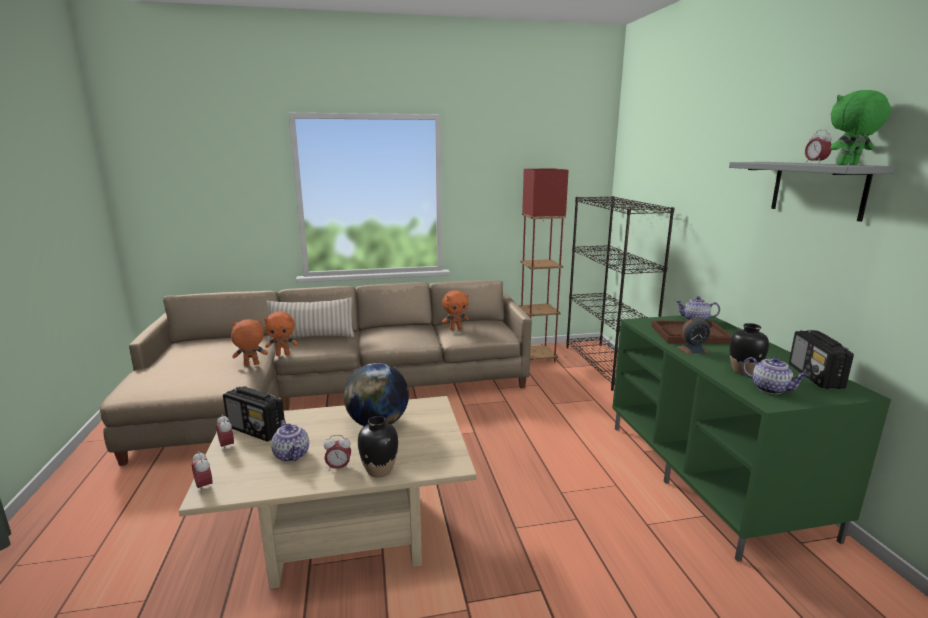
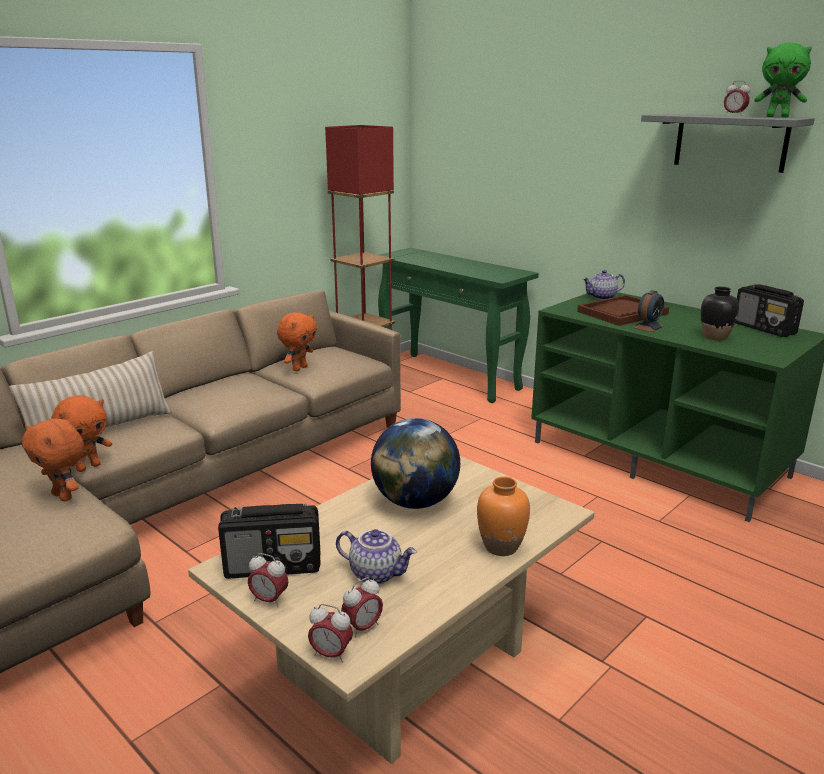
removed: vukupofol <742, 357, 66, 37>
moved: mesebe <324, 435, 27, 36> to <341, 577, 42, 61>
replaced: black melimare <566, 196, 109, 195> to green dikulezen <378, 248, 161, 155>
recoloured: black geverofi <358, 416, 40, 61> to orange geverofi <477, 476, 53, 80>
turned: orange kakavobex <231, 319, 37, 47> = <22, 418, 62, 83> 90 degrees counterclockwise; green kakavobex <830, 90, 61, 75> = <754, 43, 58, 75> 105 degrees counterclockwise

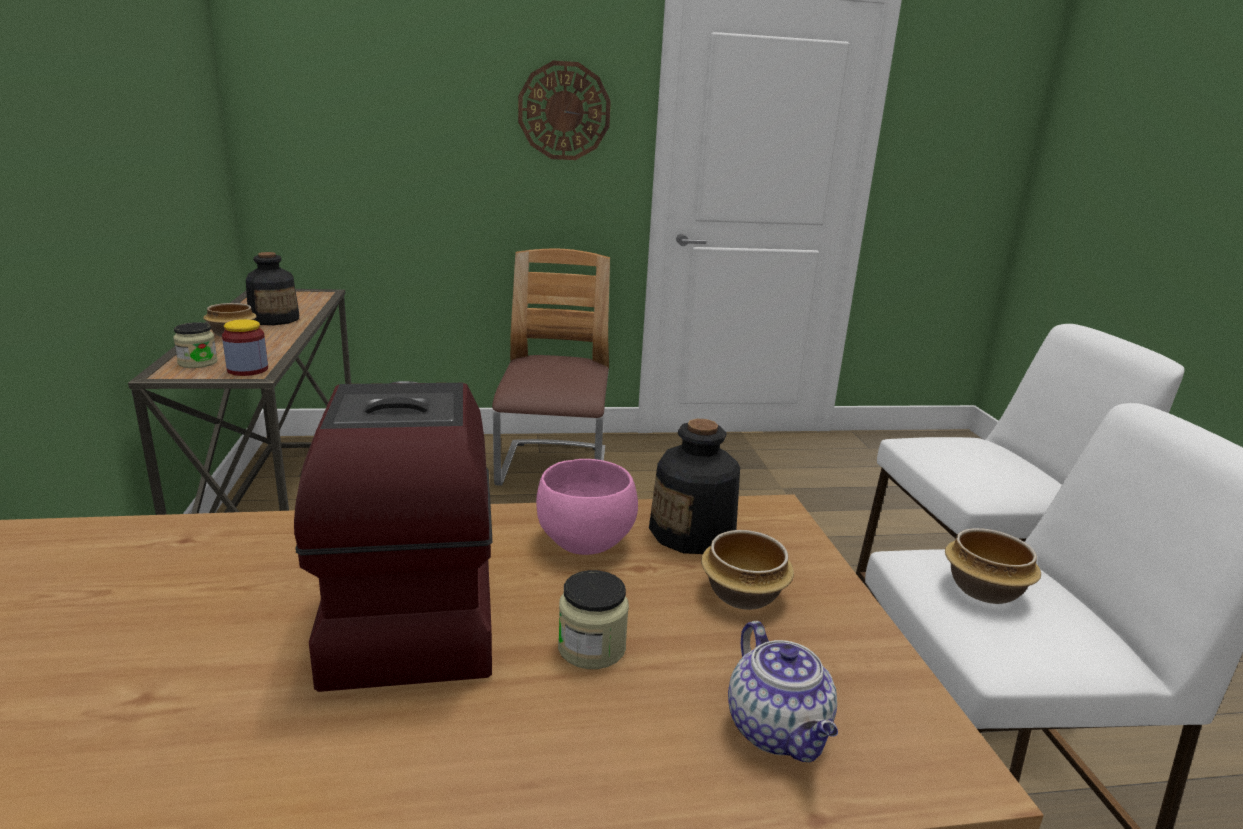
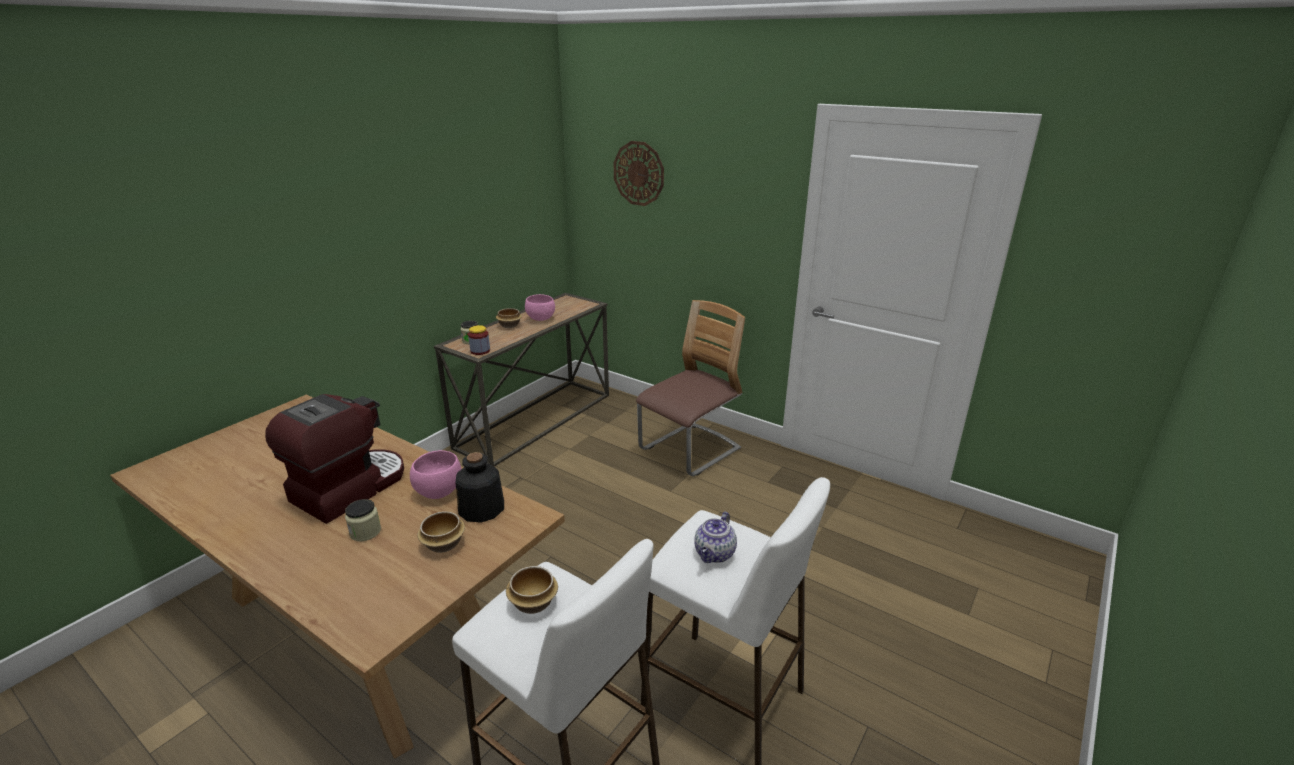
moved: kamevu <518, 60, 93, 100> to <614, 141, 50, 65>; vukupofol <728, 621, 110, 141> to <694, 512, 43, 51>
replaced: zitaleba <246, 252, 53, 73> to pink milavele <525, 294, 30, 27>

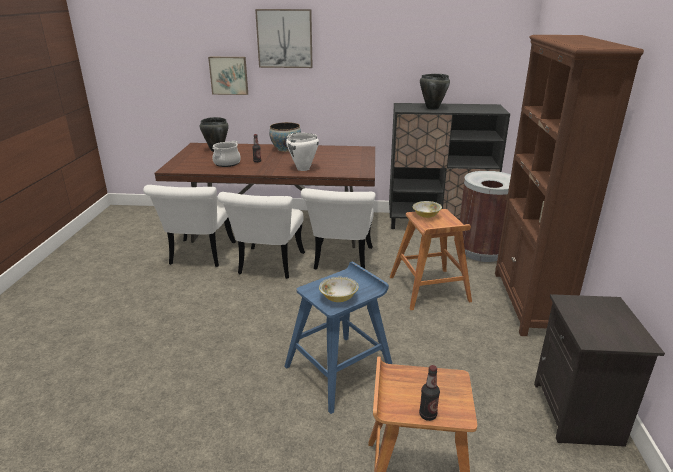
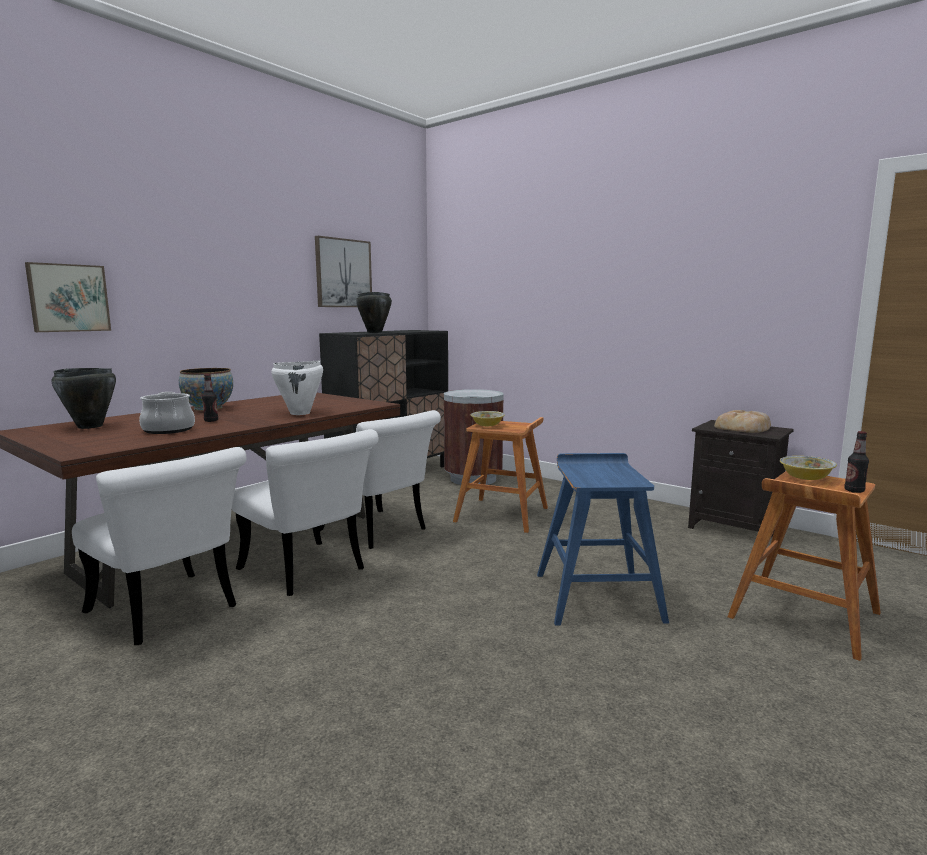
removed: brown melimare <495, 35, 149, 301>
added: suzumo <714, 410, 57, 23>
moved: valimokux <255, 9, 58, 59> to <315, 236, 57, 71>; milavele <319, 277, 40, 25> to <780, 456, 57, 24>

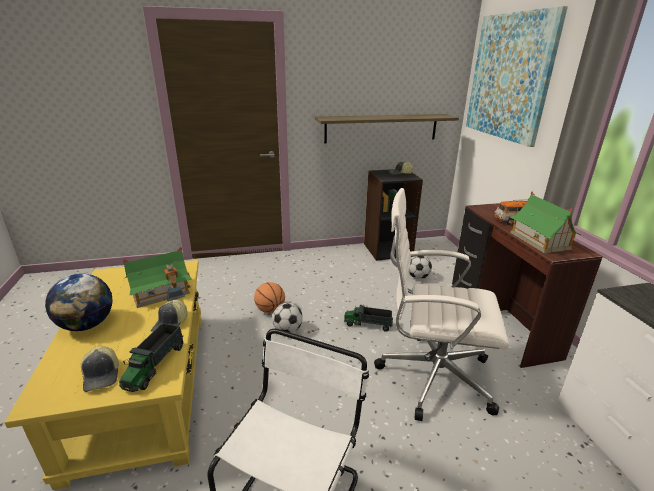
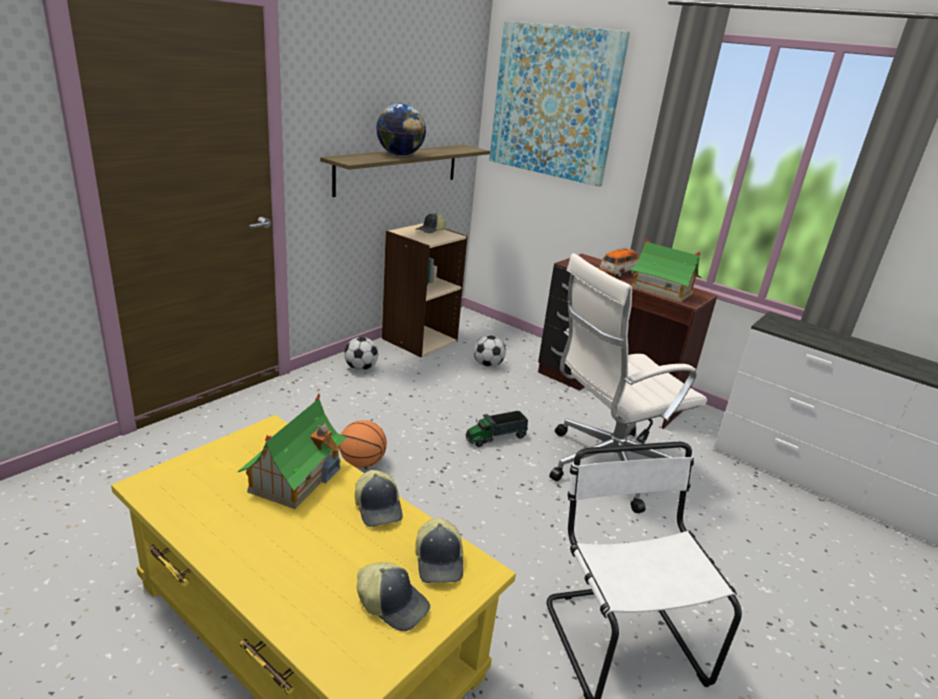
moved: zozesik <45, 273, 68, 58> to <376, 104, 50, 52>; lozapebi <272, 303, 31, 30> to <344, 337, 34, 34>
replaced: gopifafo <119, 323, 64, 69> to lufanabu <415, 518, 48, 65>
recoloured: black melimare <364, 169, 59, 92> to beige melimare <382, 223, 86, 134>

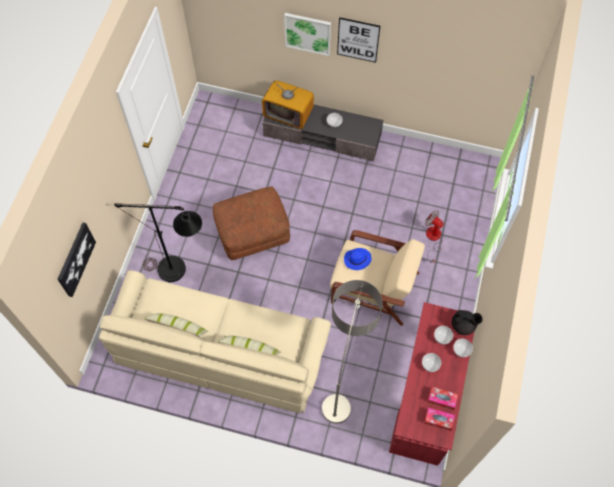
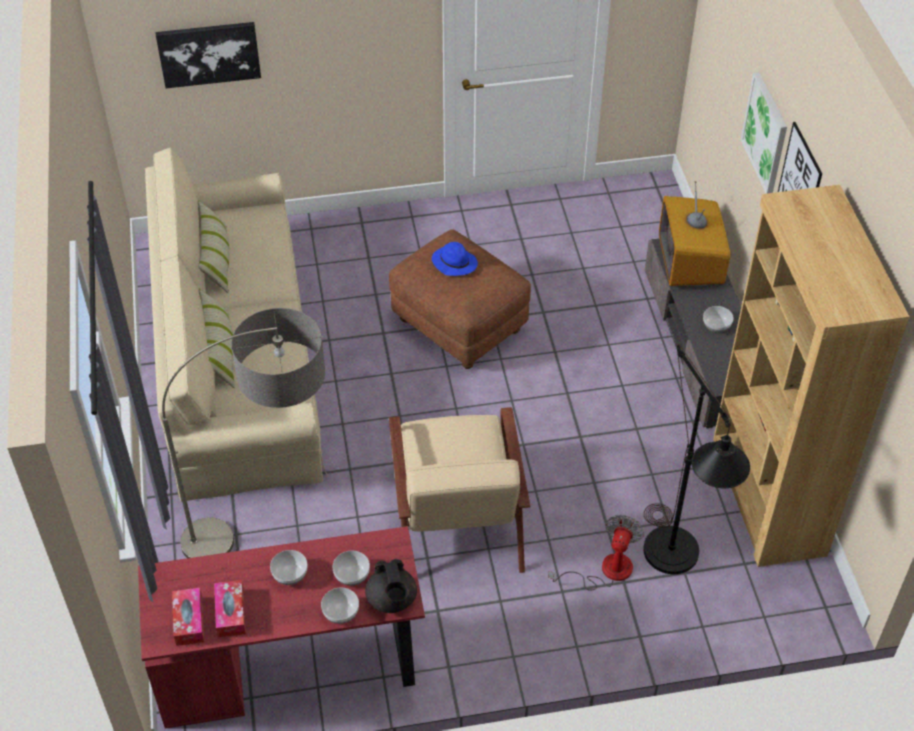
added: brown melimare <713, 185, 197, 382>
moved: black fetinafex <114, 203, 88, 79> to <643, 344, 107, 230>; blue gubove <344, 248, 28, 22> to <432, 242, 46, 34>

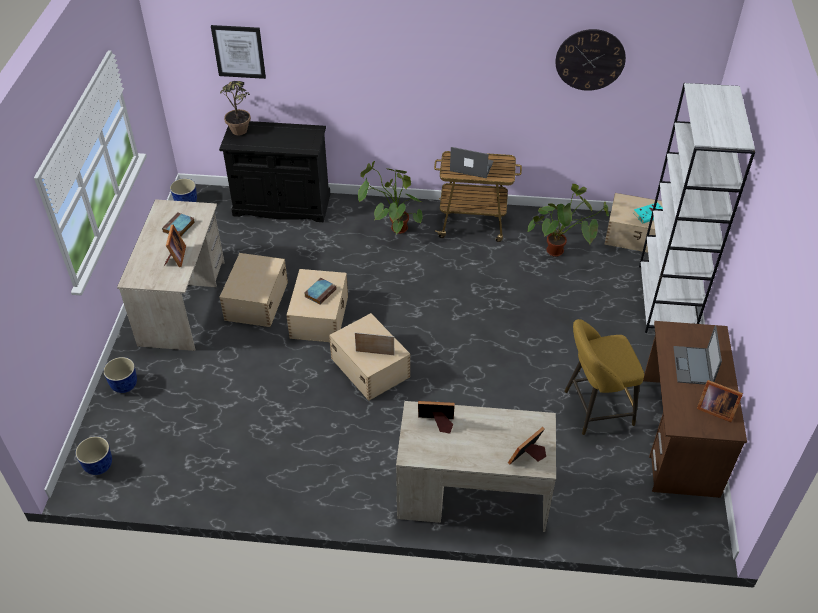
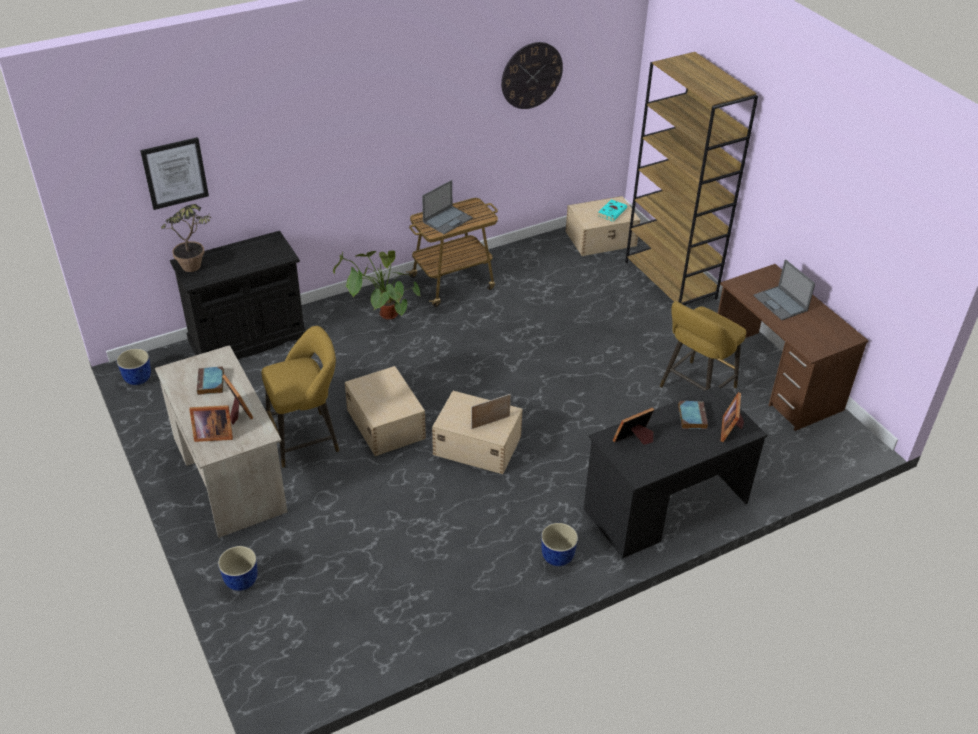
removed: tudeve <527, 184, 82, 73>
moved: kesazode <76, 436, 36, 39> to <541, 523, 37, 43>; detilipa <305, 278, 31, 27> to <678, 401, 30, 28>; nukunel <697, 380, 46, 42> to <189, 405, 44, 37>
replaced: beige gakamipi <219, 253, 69, 74> to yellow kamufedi <262, 326, 77, 142>
recoloured: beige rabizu <396, 401, 160, 131> to black rabizu <584, 386, 183, 172>; white melimare <639, 83, 116, 250> to brown melimare <625, 52, 133, 253>
turned: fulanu <450, 147, 44, 31> = <422, 180, 51, 54> 150 degrees clockwise

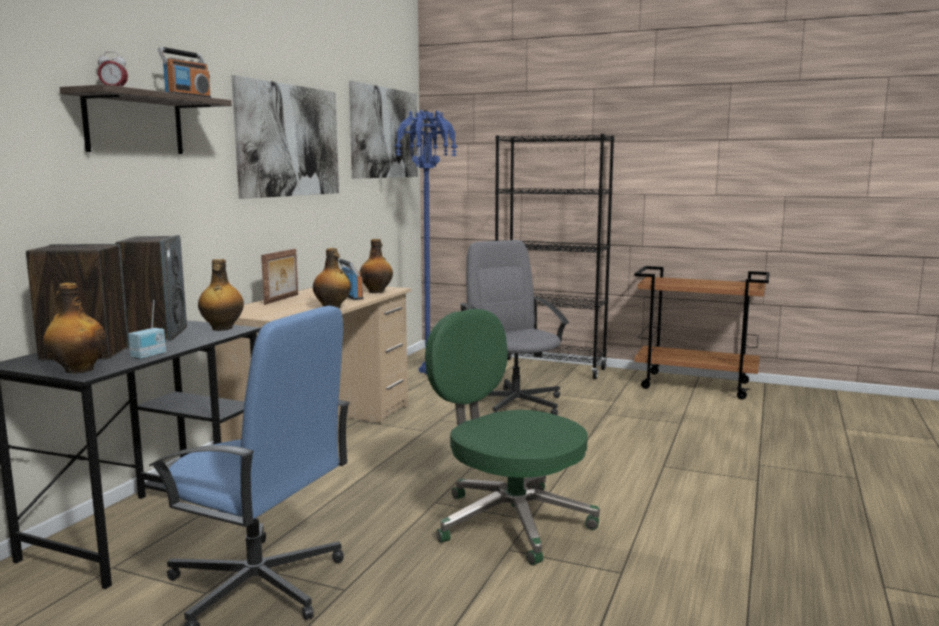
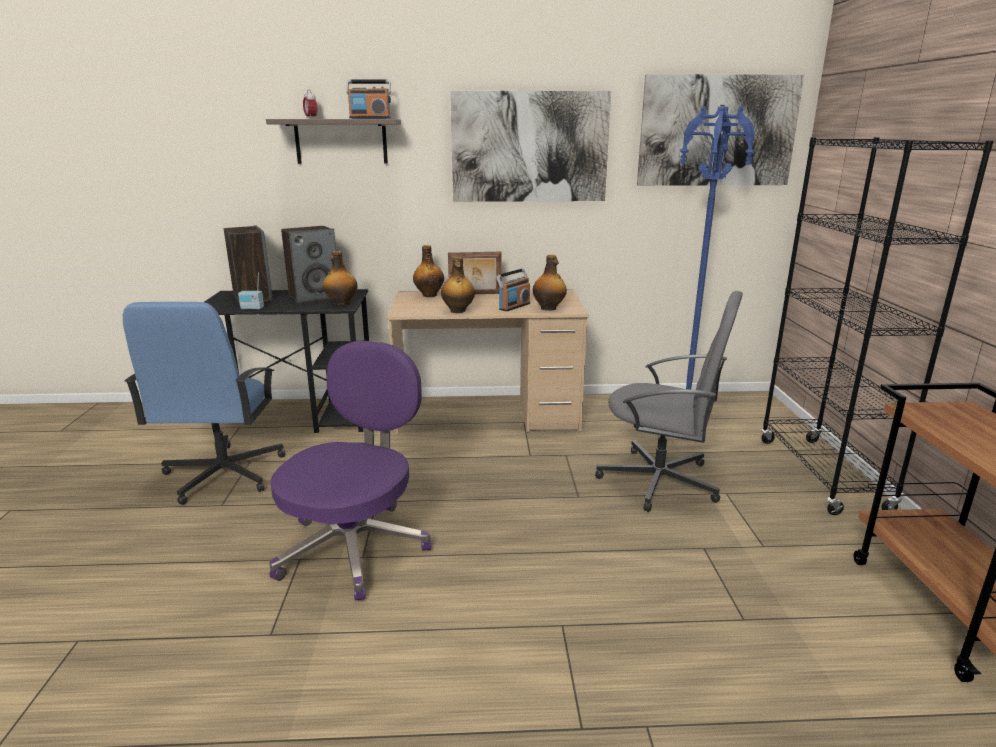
moved: zitaleba <43, 283, 64, 90> to <413, 245, 31, 52>
recoloured: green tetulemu <425, 309, 175, 256> to purple tetulemu <269, 341, 163, 260>
turned: grey tetulemu <460, 240, 109, 175> = <595, 291, 148, 221> 75 degrees clockwise

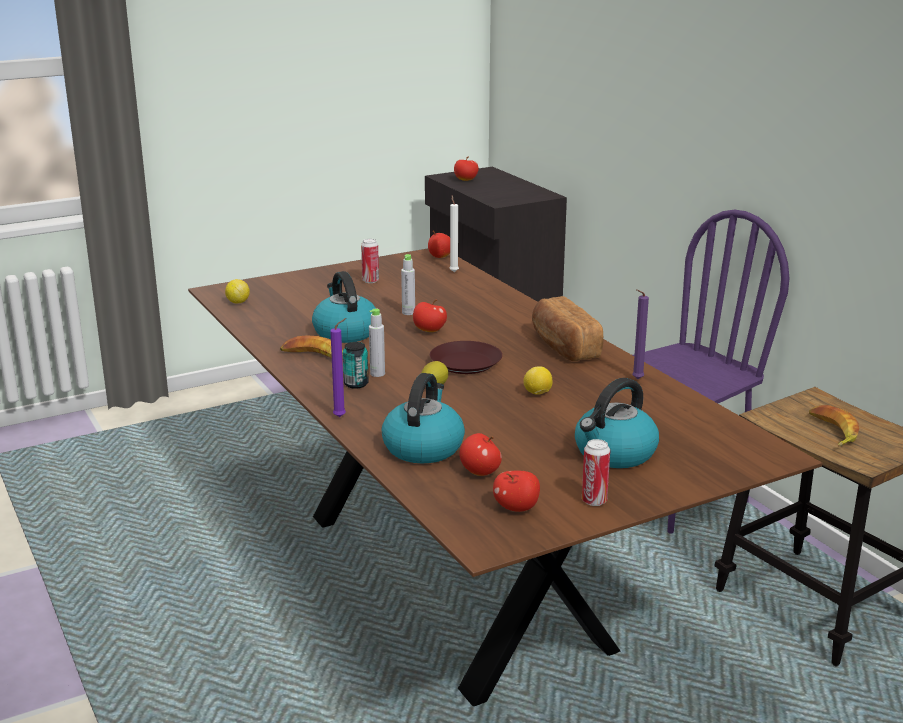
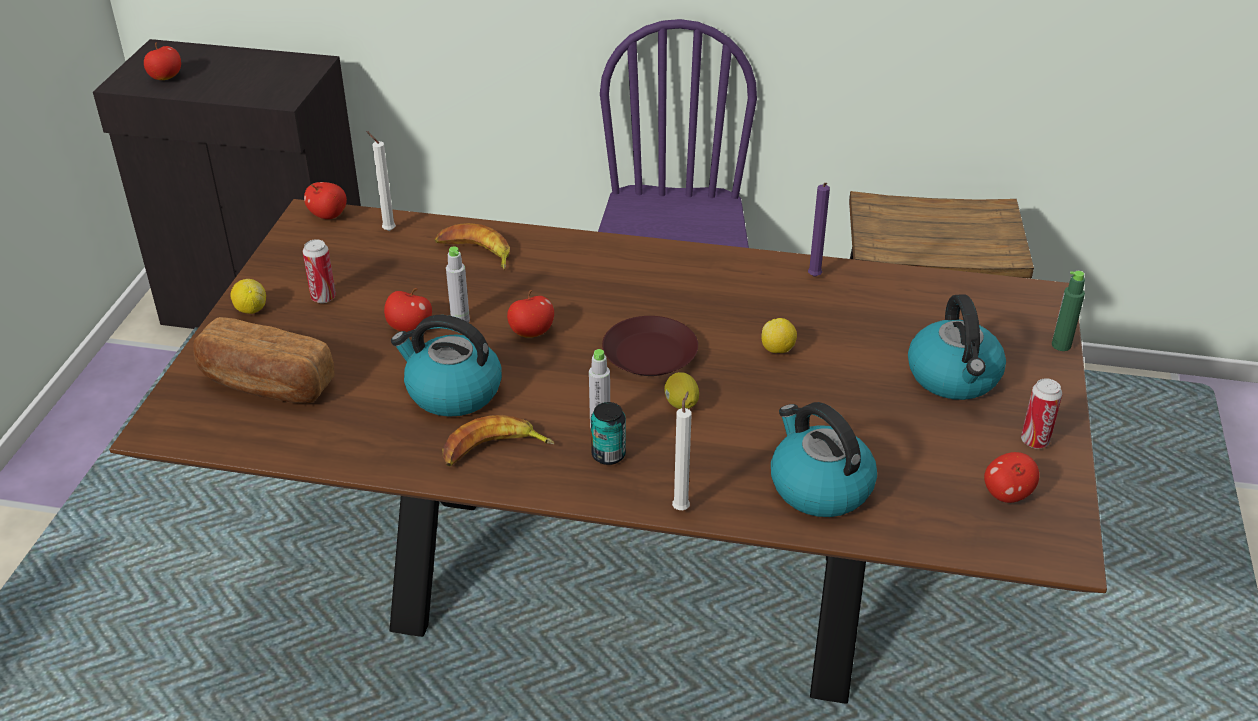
added: green zitaleba <1052, 271, 33, 80>
moved: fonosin <225, 279, 25, 24> to <230, 279, 36, 35>; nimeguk <460, 433, 42, 43> to <384, 288, 48, 44>; suzumo <532, 296, 71, 65> to <193, 317, 142, 86>; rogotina <809, 405, 50, 42> to <434, 223, 76, 47>
recoloured: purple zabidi <330, 318, 16, 99> to white zabidi <672, 391, 20, 119>

